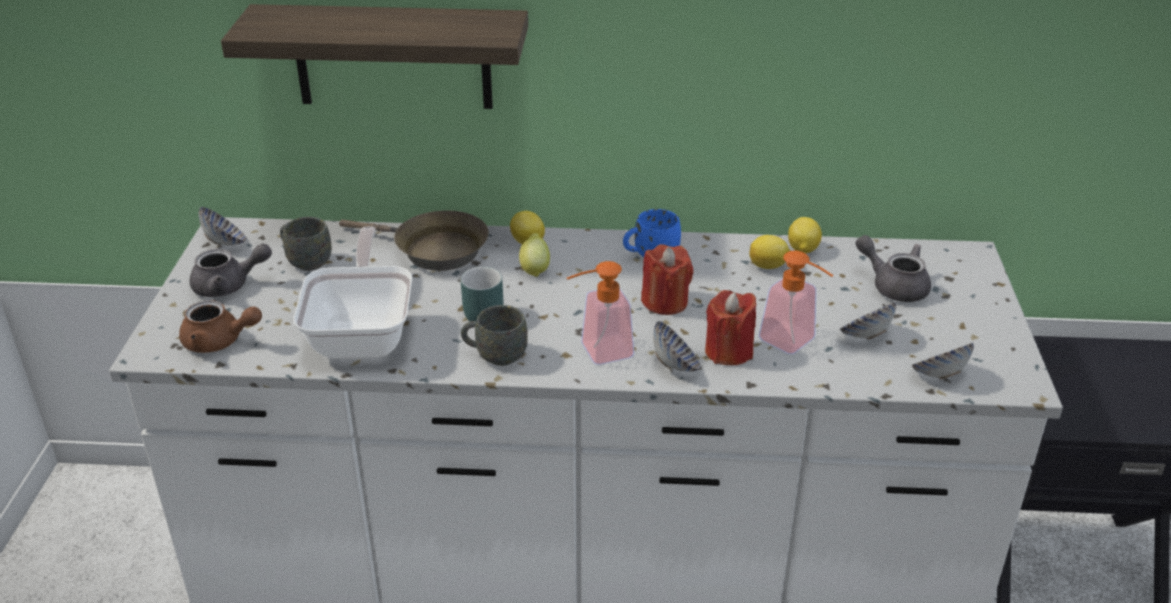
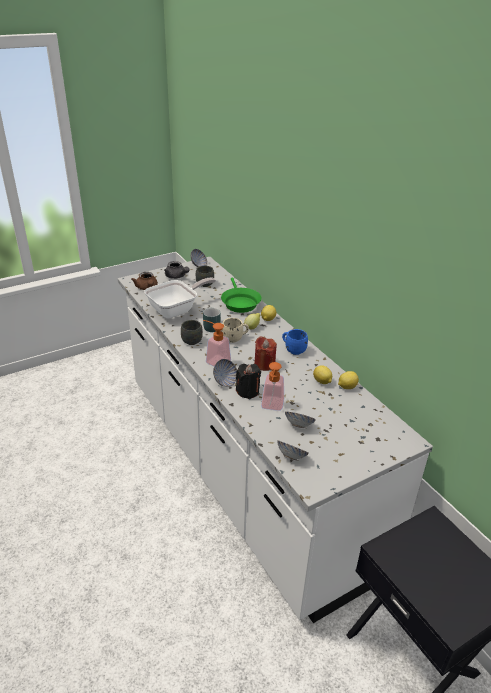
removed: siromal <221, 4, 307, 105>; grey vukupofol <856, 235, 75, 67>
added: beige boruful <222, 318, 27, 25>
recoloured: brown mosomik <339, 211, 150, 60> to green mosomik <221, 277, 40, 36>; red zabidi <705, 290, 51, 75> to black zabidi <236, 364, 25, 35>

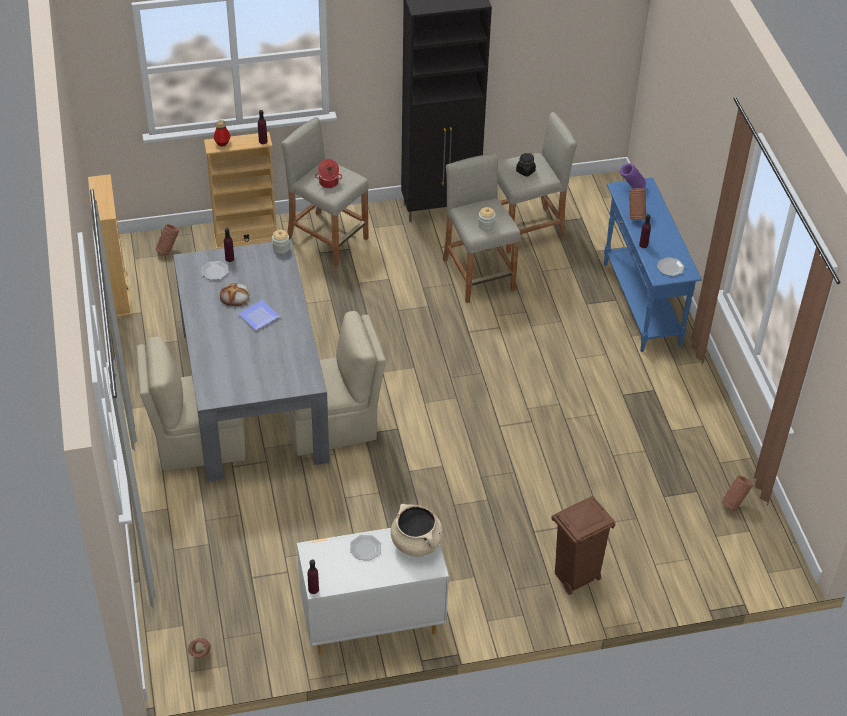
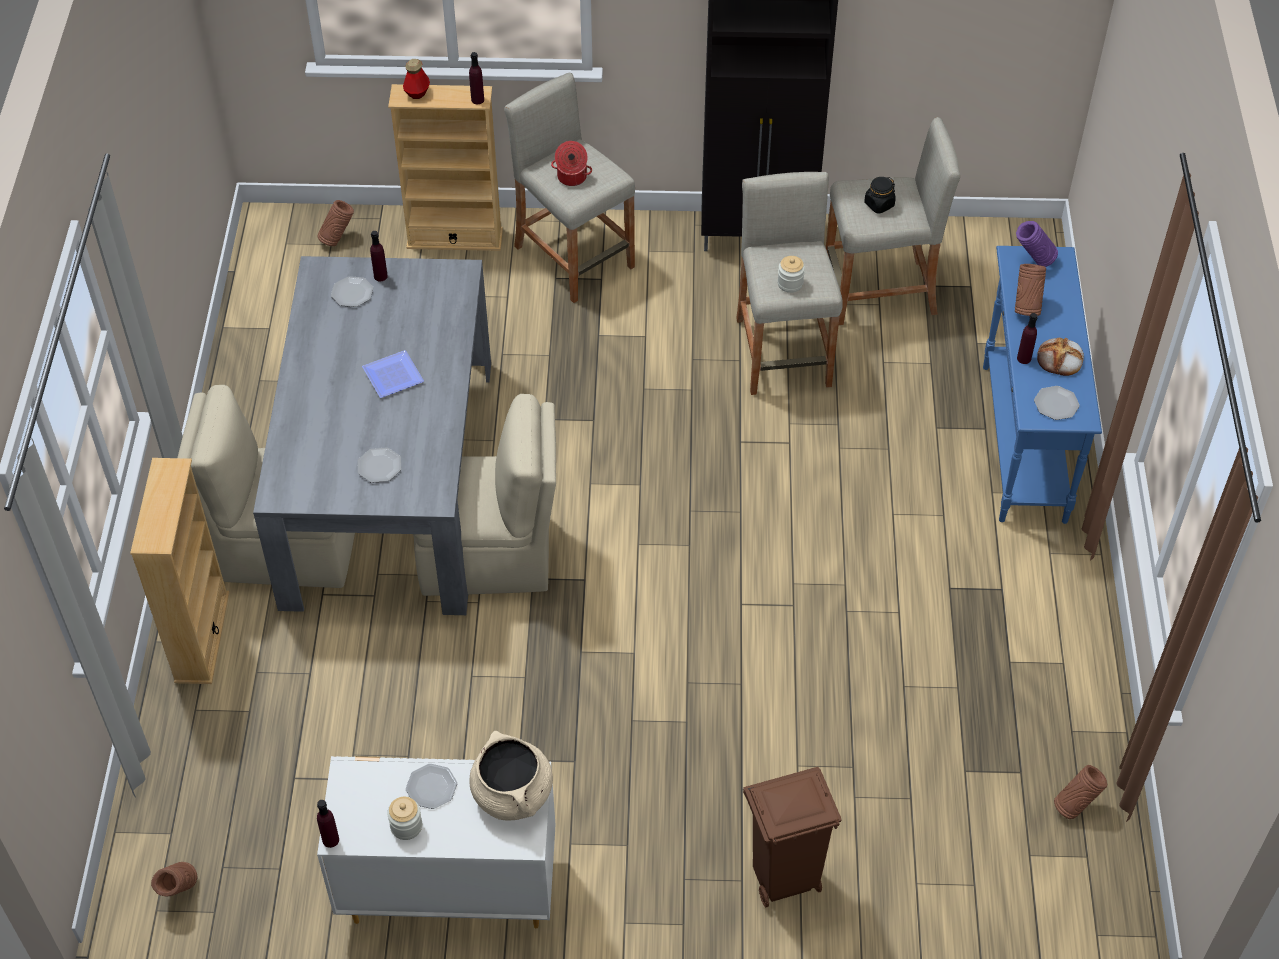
added: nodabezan <357, 447, 44, 36>
moved: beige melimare <88, 174, 44, 143> to <130, 458, 99, 226>; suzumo <220, 283, 29, 23> to <1037, 337, 47, 39>; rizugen <272, 230, 18, 24> to <387, 797, 35, 43>

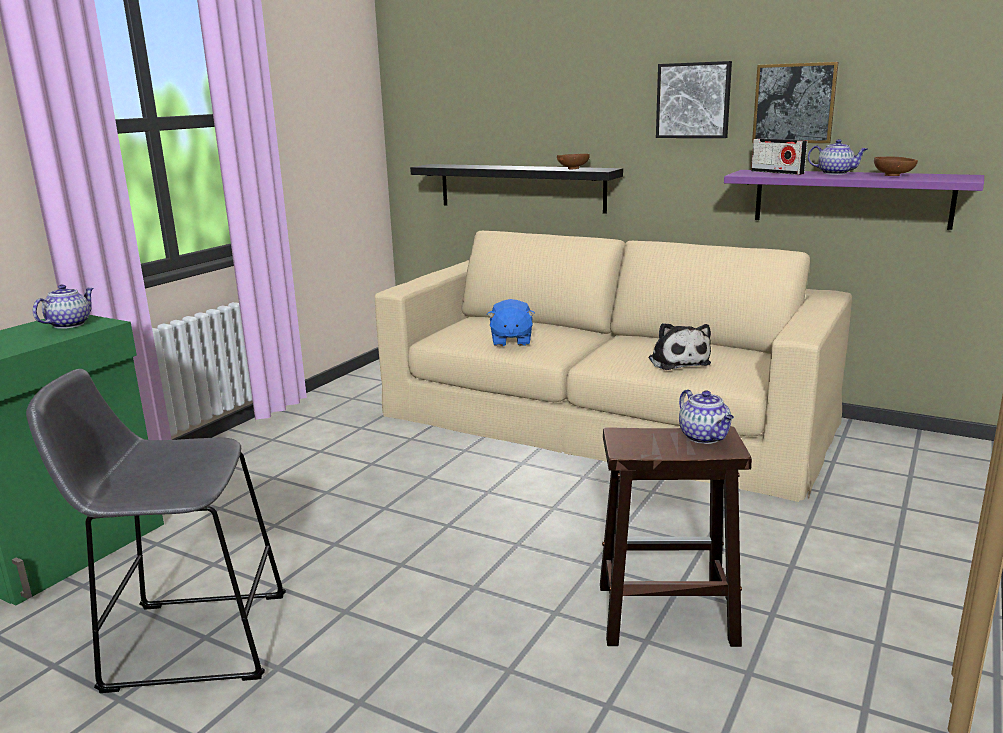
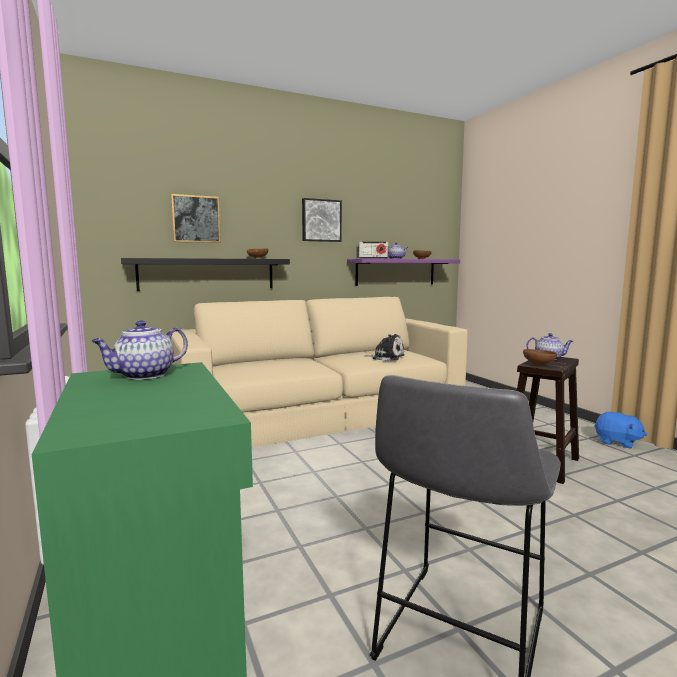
added: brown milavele <523, 349, 34, 16>
moved: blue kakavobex <487, 299, 48, 48> to <594, 412, 54, 37>; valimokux <752, 62, 86, 81> to <171, 194, 50, 49>
turned: vukupofol <33, 285, 61, 44> = <92, 320, 96, 60> 105 degrees counterclockwise

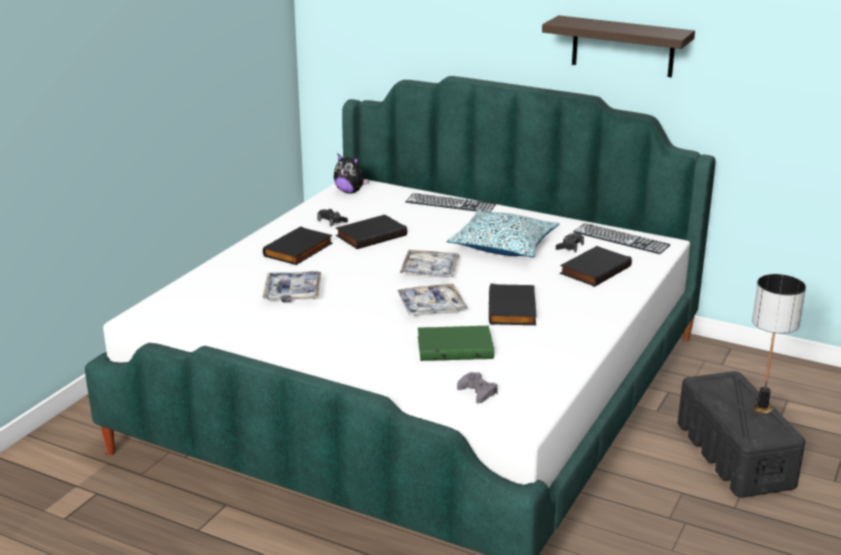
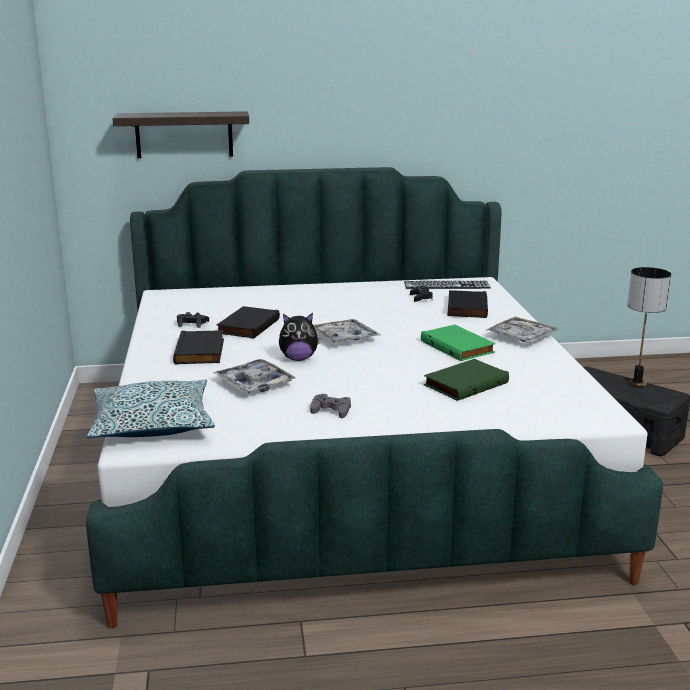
removed: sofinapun <405, 193, 91, 19>
moved: kakavobex <334, 154, 35, 40> to <279, 313, 41, 48>; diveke <397, 284, 70, 31> to <486, 317, 72, 26>; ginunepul <446, 210, 114, 48> to <87, 379, 128, 59>; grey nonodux <457, 372, 41, 32> to <310, 394, 41, 24>; siromal <542, 15, 153, 62> to <113, 111, 136, 47>
recoloured: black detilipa <489, 284, 47, 41> to green detilipa <421, 325, 75, 36>

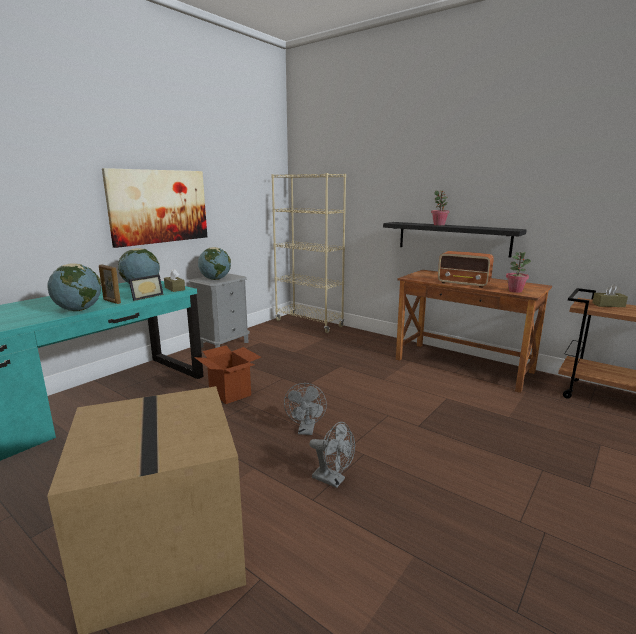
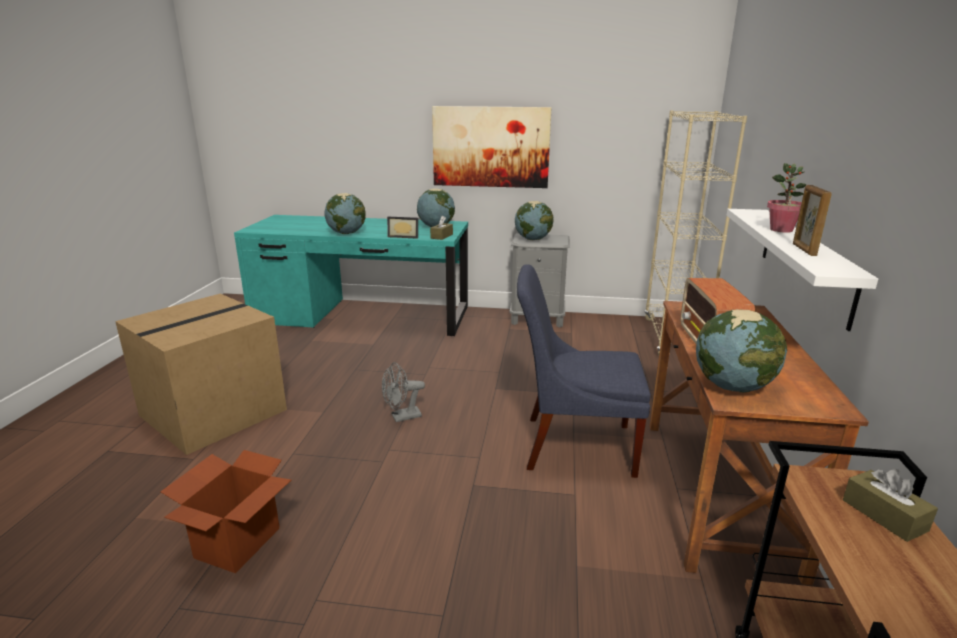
removed: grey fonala <310, 422, 45, 66>
added: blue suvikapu <517, 264, 134, 214>
moved: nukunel <99, 265, 22, 39> to <793, 185, 38, 71>; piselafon <194, 345, 67, 59> to <160, 450, 131, 123>
replaced: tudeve <506, 252, 25, 41> to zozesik <696, 309, 91, 84>
recoloured: black siromal <383, 222, 144, 36> to white siromal <726, 209, 152, 122>

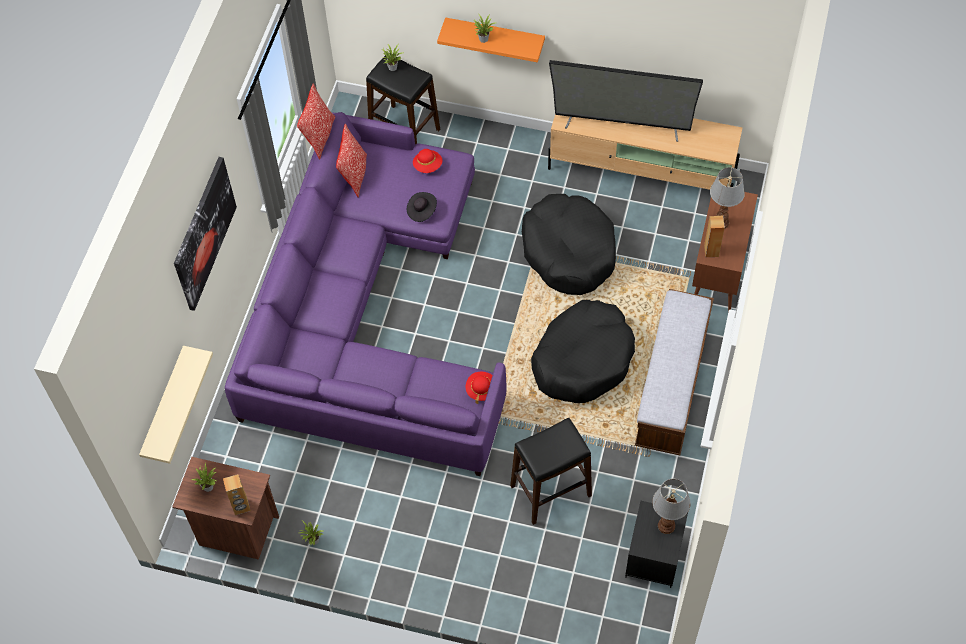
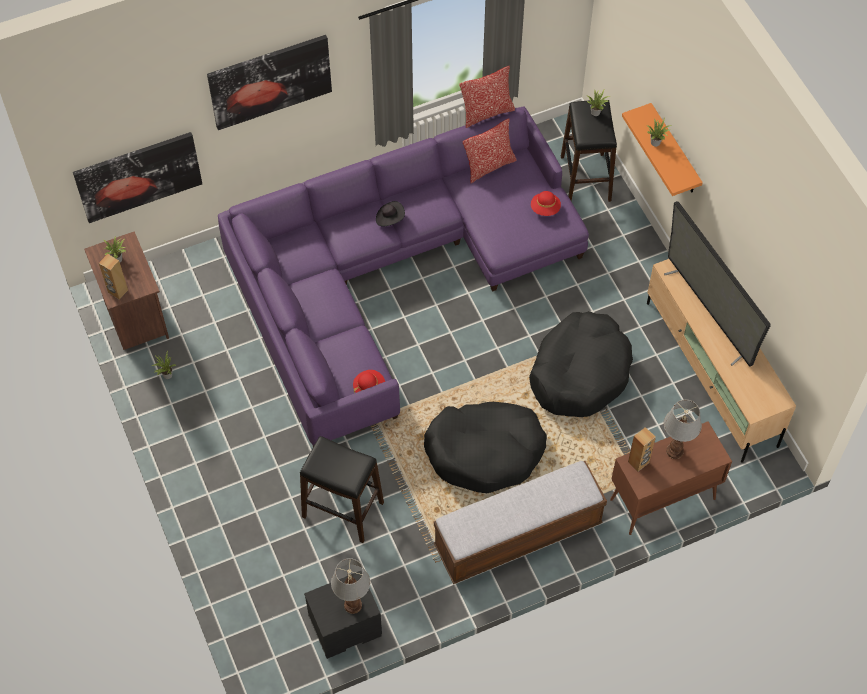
moved: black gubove <407, 192, 30, 30> to <376, 201, 29, 26>
replaced: beige siromal <139, 346, 74, 118> to valimokux <73, 132, 129, 91>

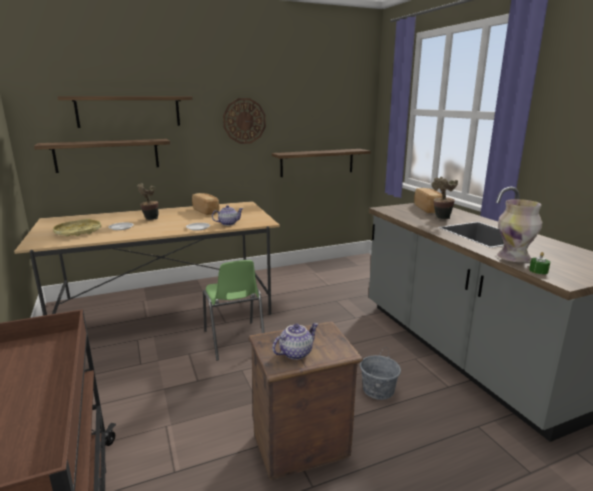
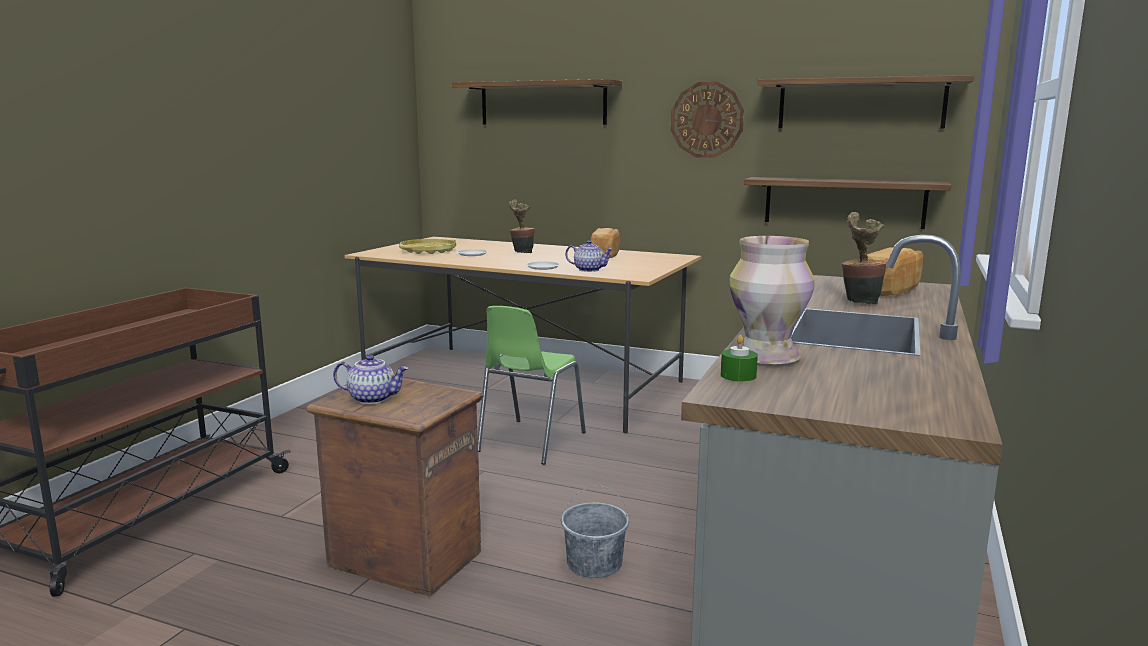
moved: siromal <34, 139, 136, 34> to <757, 75, 217, 54>

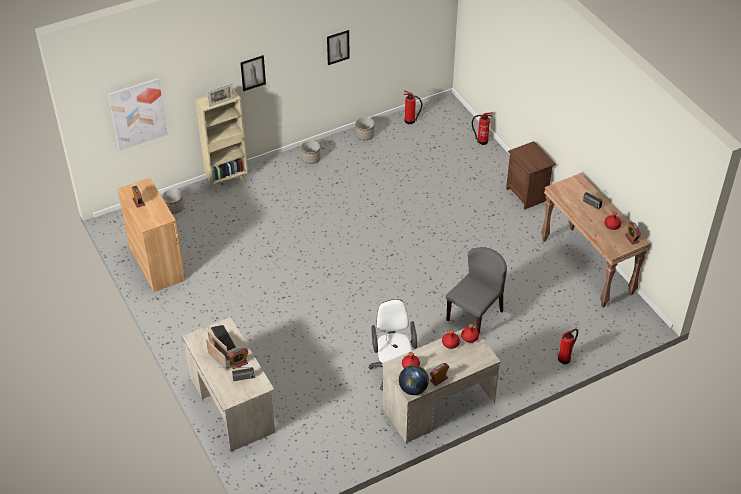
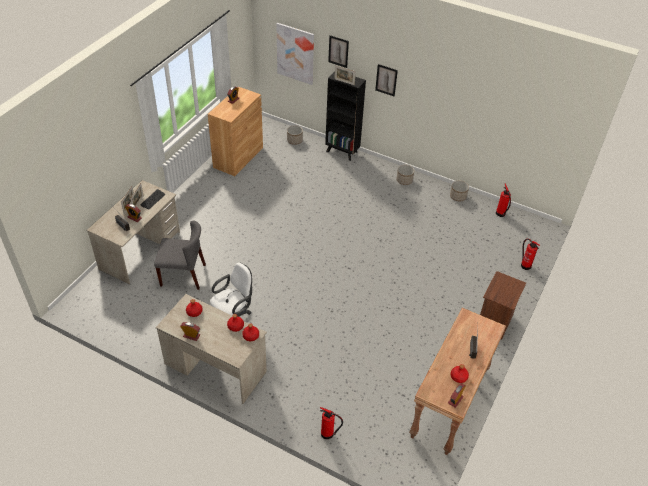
removed: zozesik <399, 365, 30, 30>
moved: valimokux <327, 30, 23, 35> to <328, 35, 21, 33>; grey suvikapu <446, 247, 61, 87> to <154, 221, 52, 69>
recoloured: beige melimare <195, 88, 53, 105> to black melimare <325, 72, 41, 89>

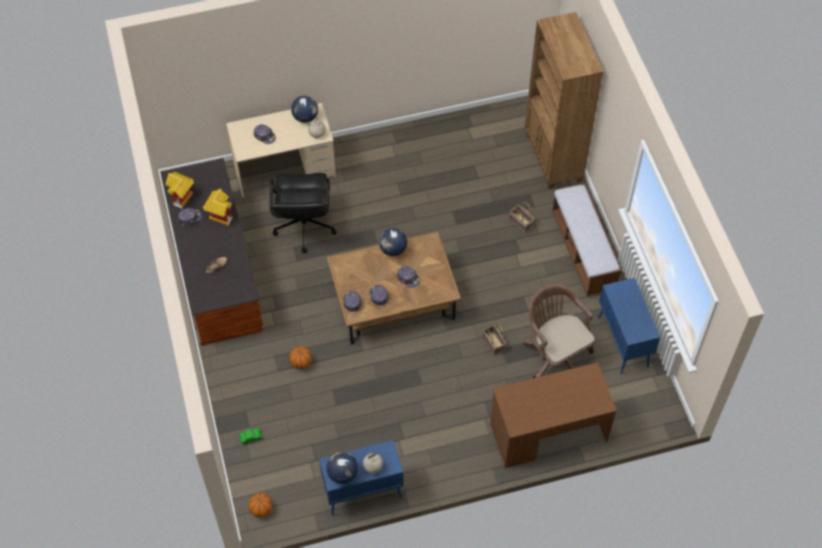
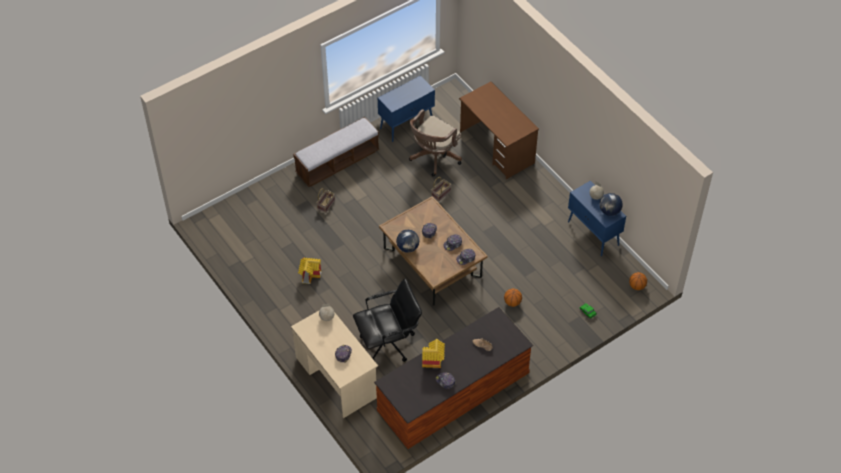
removed: zozesik <291, 96, 27, 27>; brown melimare <525, 12, 78, 177>
moved: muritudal <166, 172, 28, 36> to <298, 258, 23, 26>

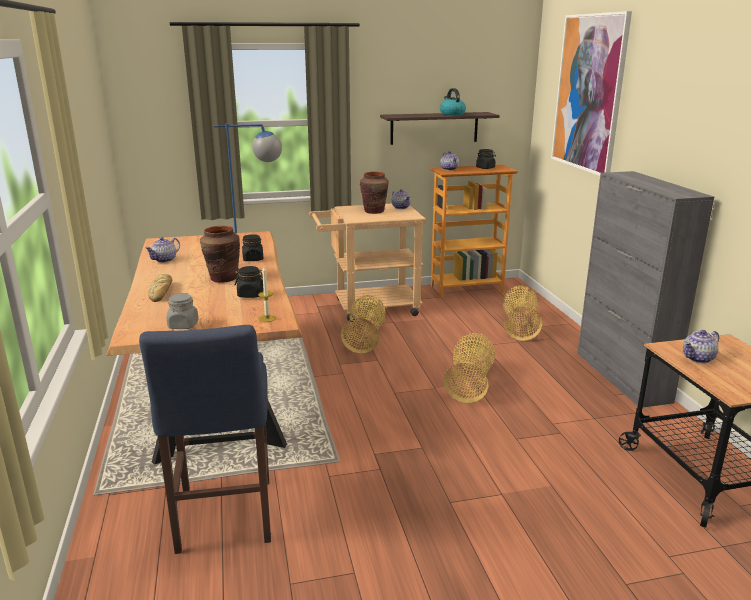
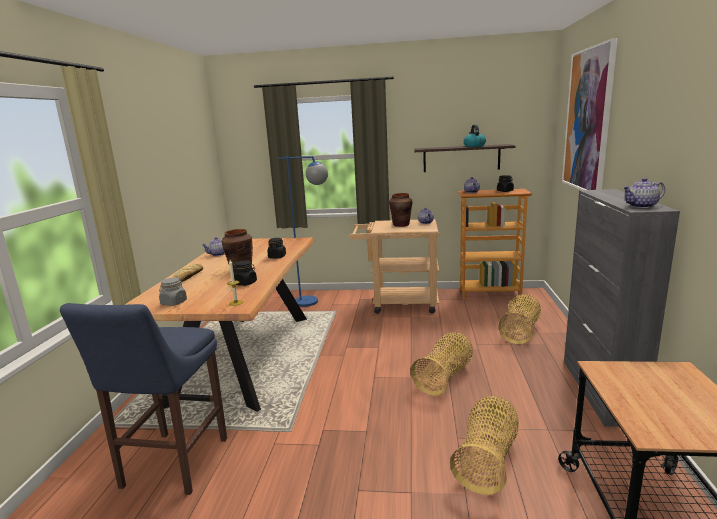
moved: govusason <341, 295, 44, 58> to <450, 396, 69, 99>; vukupofol <683, 330, 36, 33> to <622, 178, 43, 30>

